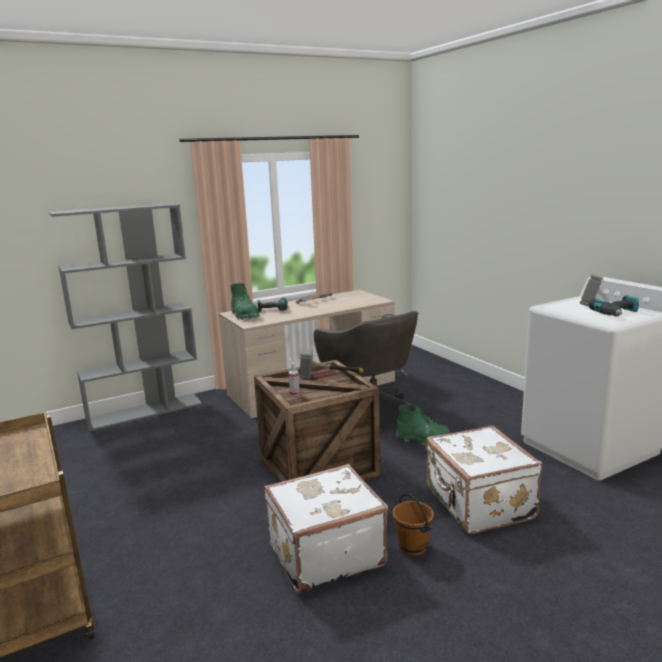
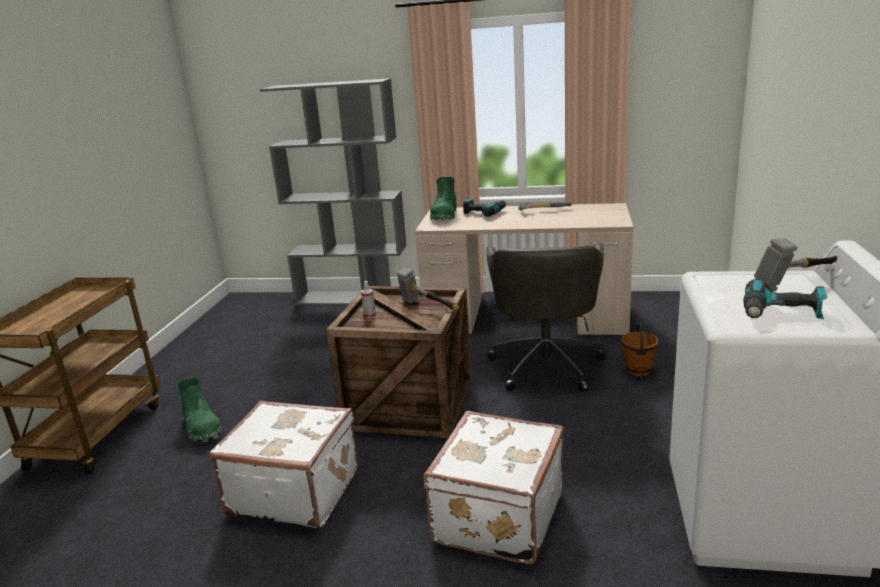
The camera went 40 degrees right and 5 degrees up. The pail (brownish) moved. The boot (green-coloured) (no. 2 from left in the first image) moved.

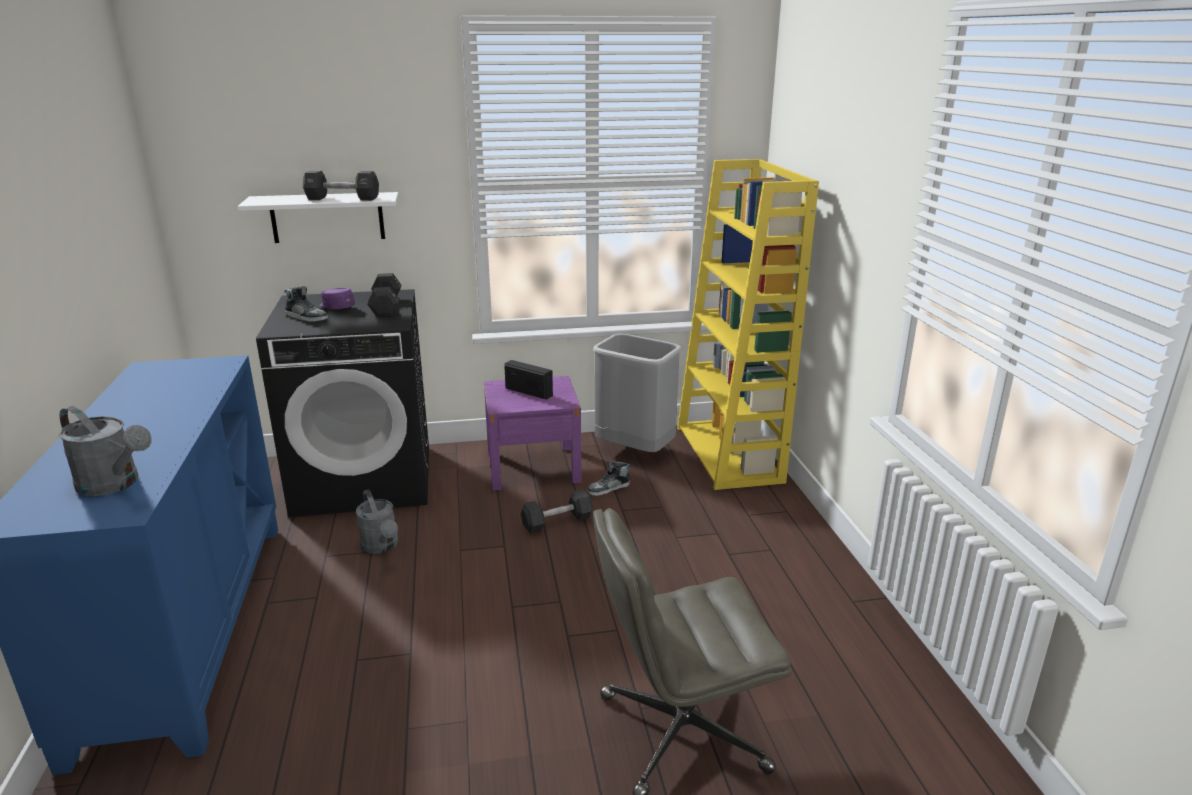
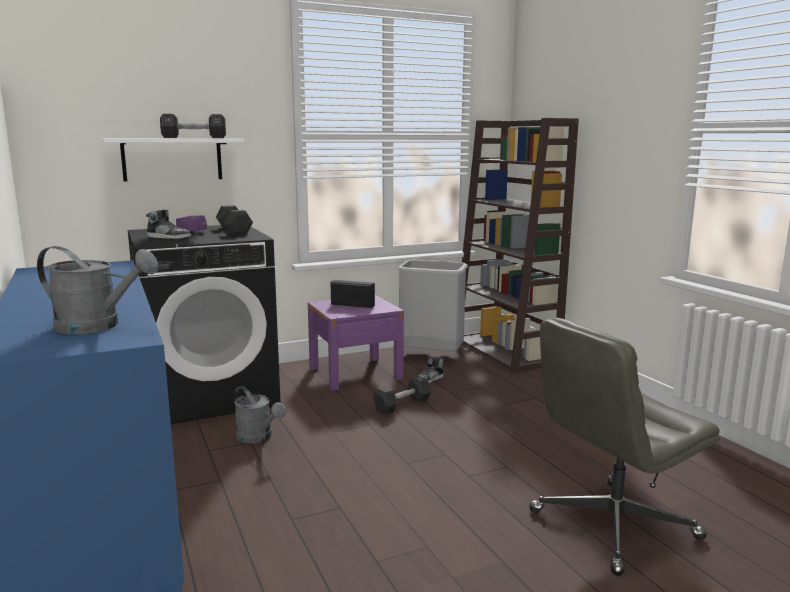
The camera went 15 degrees left and 10 degrees down. The bookcase (yellowish) became the bookcase (brownish).

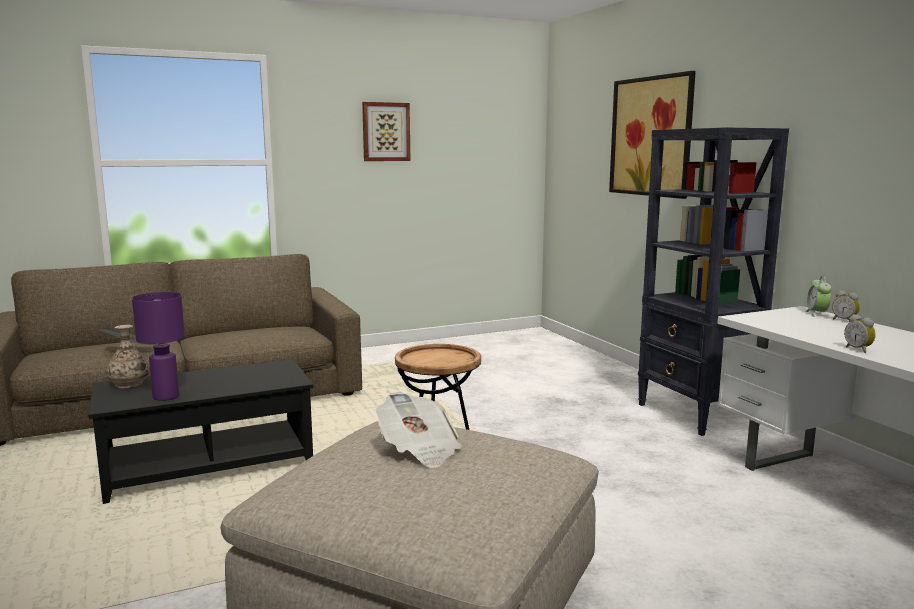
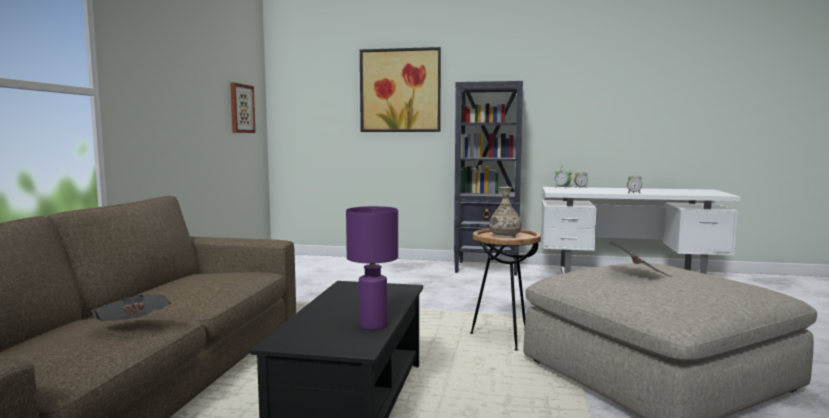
The camera went 55 degrees left and 5 degrees down. The vase moved. The picture (no. 1 from left) moved.

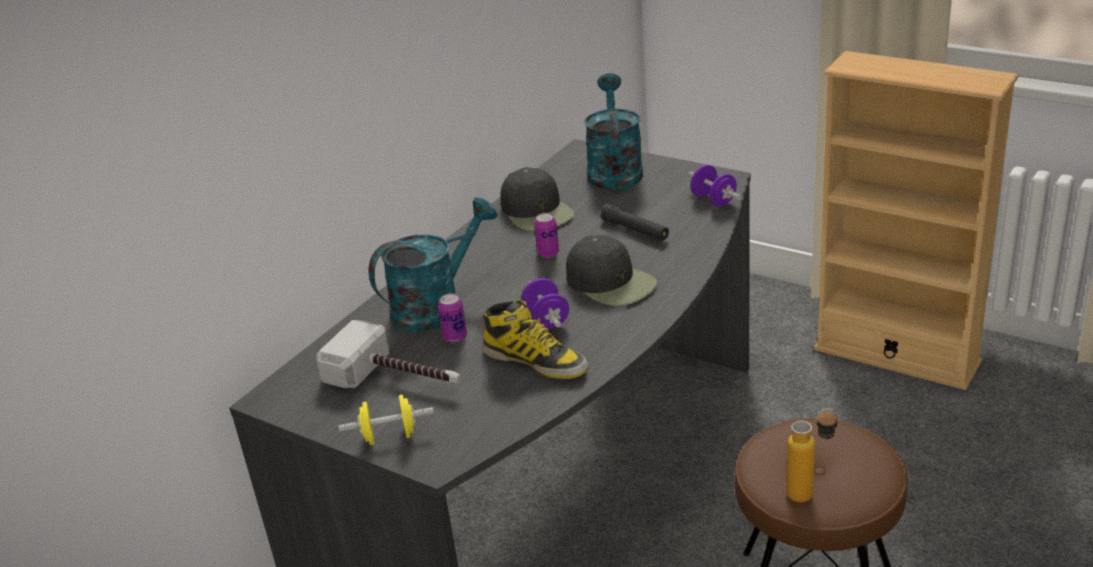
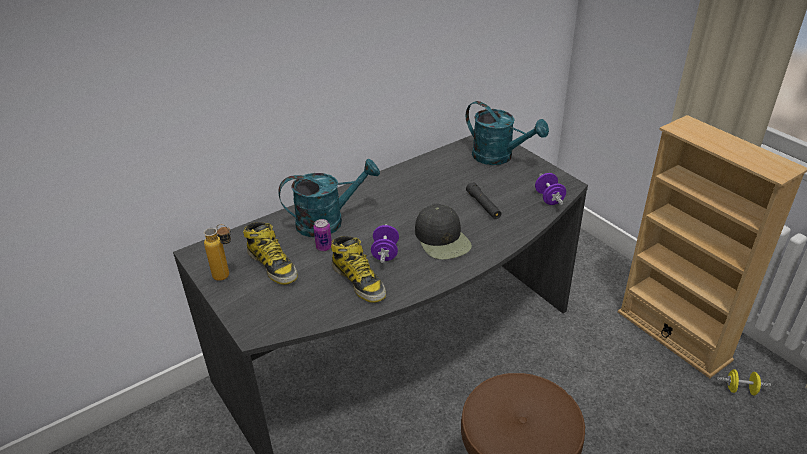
The camera went 20 degrees right and 5 degrees up. The baseball cap (black-coloured) (no. 1 from left) disappeared. The can (no. 2 from left) disappeared. The free weight (yellowish) moved. The drink bottle moved. The tool hammer was replaced by the boot (no. 1 from left). The watering pot (turquoise) (no. 2 from left) turned 105 degrees clockwise.

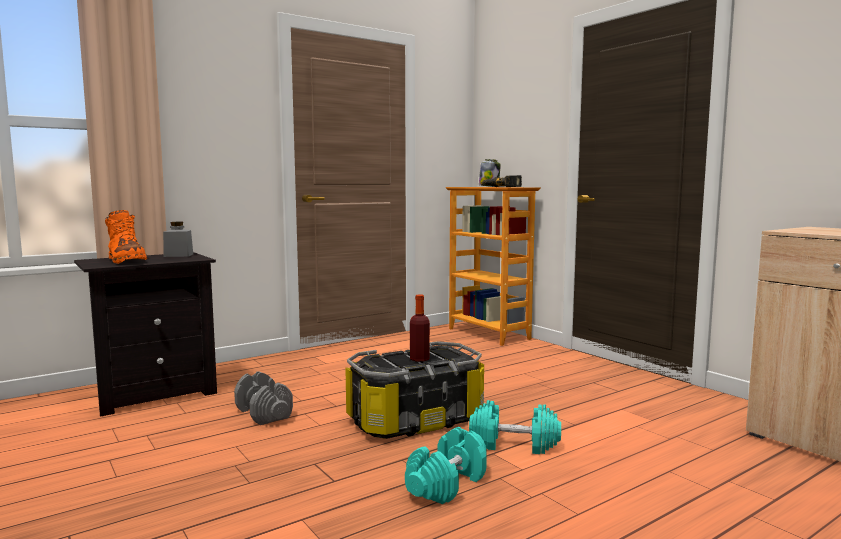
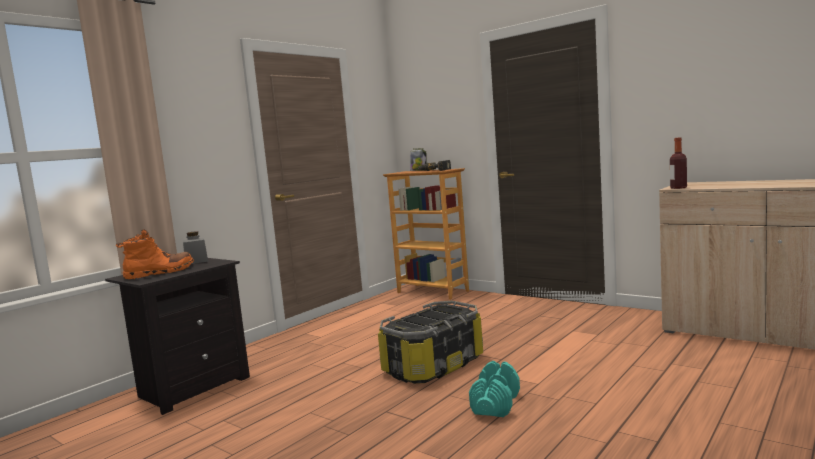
The camera went 15 degrees left and 0 degrees up. The free weight (greyish) disappeared. The free weight (turquoise) (no. 2 from left) disappeared. The drink bottle moved. The boot (orange-coloured) turned 75 degrees counterclockwise.

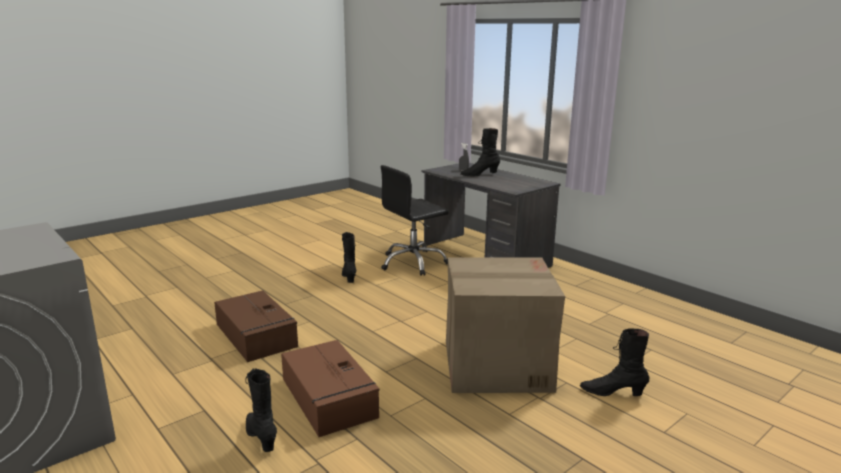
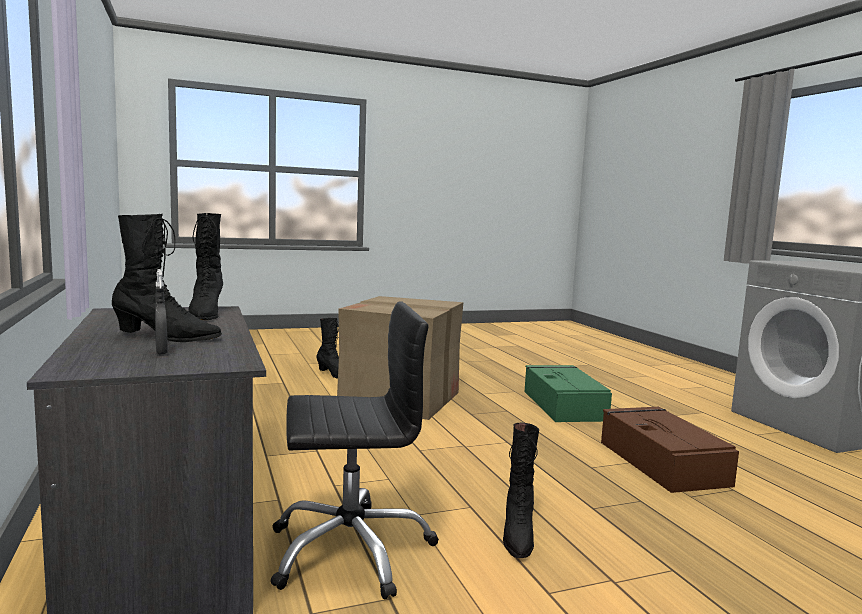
The camera went 160 degrees left and 10 degrees down. The boot (black-coloured) (no. 1 from left in the first image) moved. The storage container (brownish) (no. 2 from left) became the storage container (green-coloured).

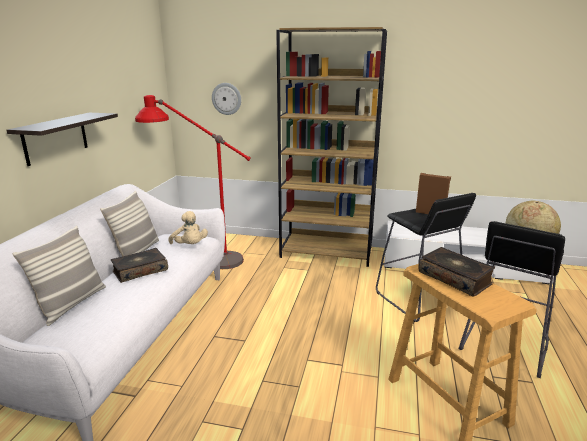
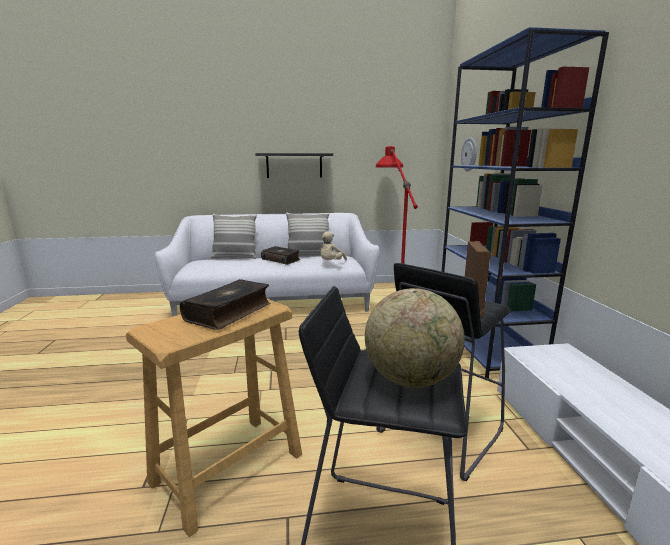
The camera went 70 degrees right and 5 degrees down. The bookcase (brownish) became the bookcase (blue).

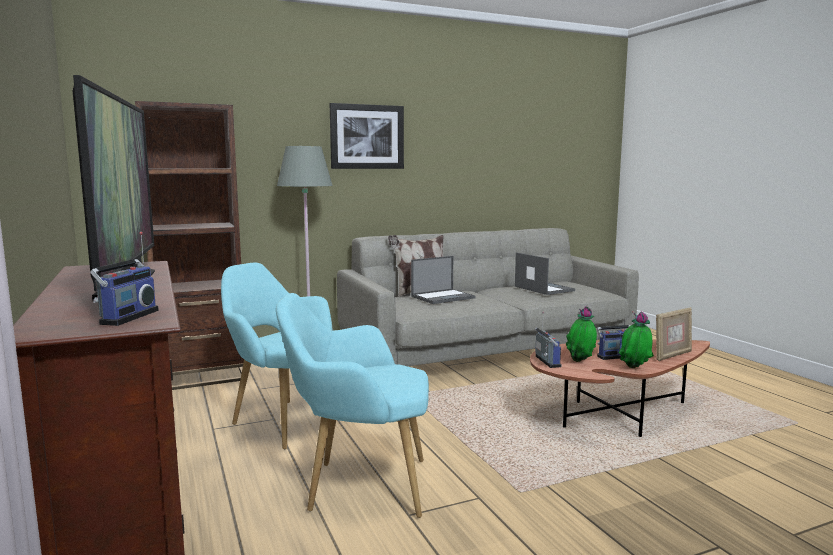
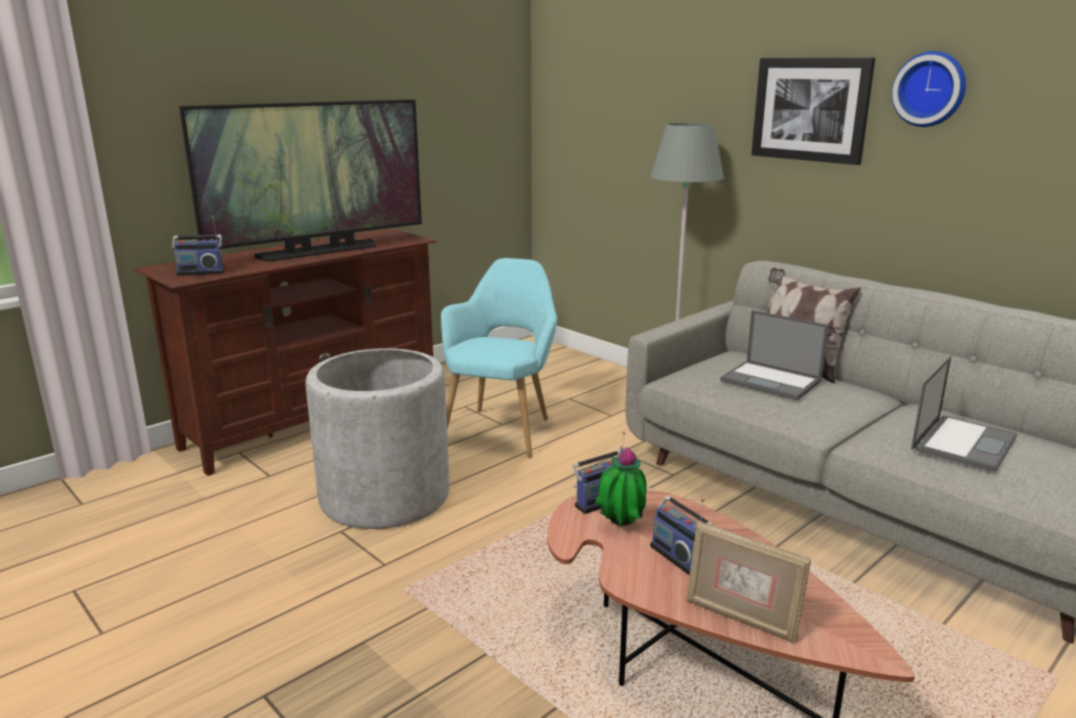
The camera went 70 degrees right and 10 degrees up. The bookcase (brownish) disappeared. The houseplant (no. 2 from left) disappeared. The hanging clock appeared. The easy chair (turquoise) (no. 2 from left) was replaced by the plant pot (greyish).

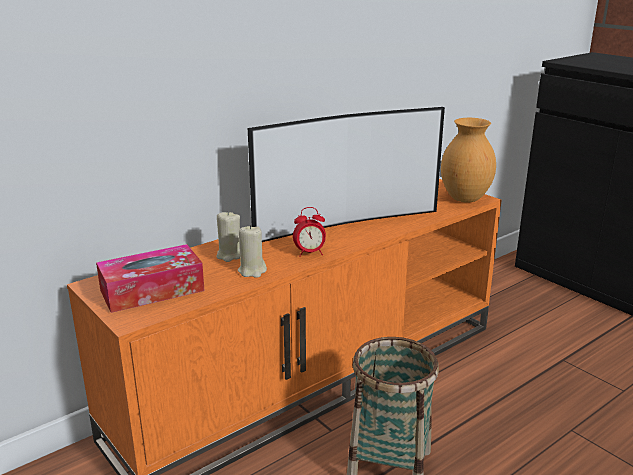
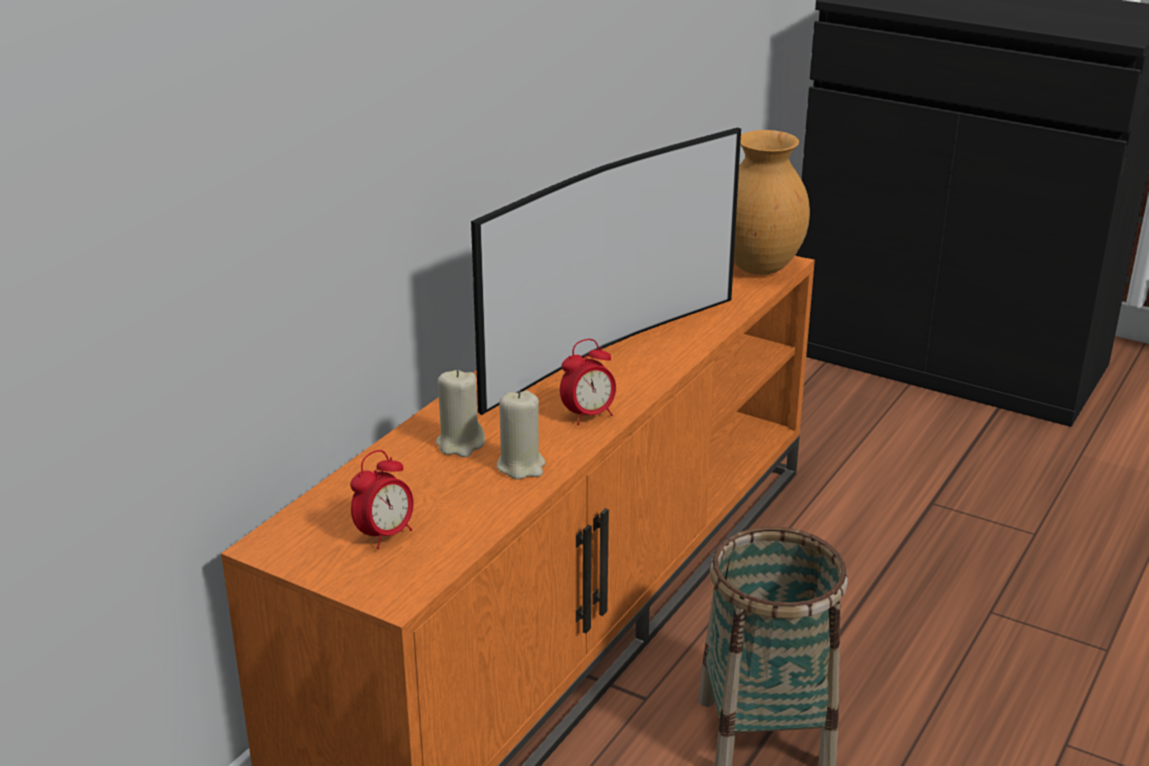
The camera went 20 degrees left and 5 degrees up. The tissue box was replaced by the bedside clock (no. 1 from left).

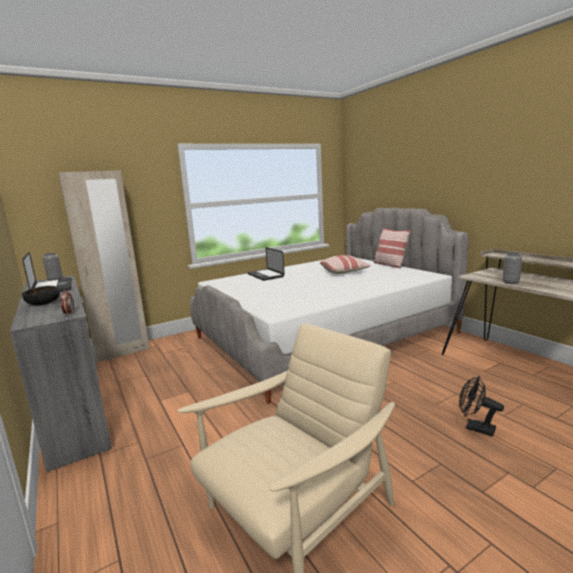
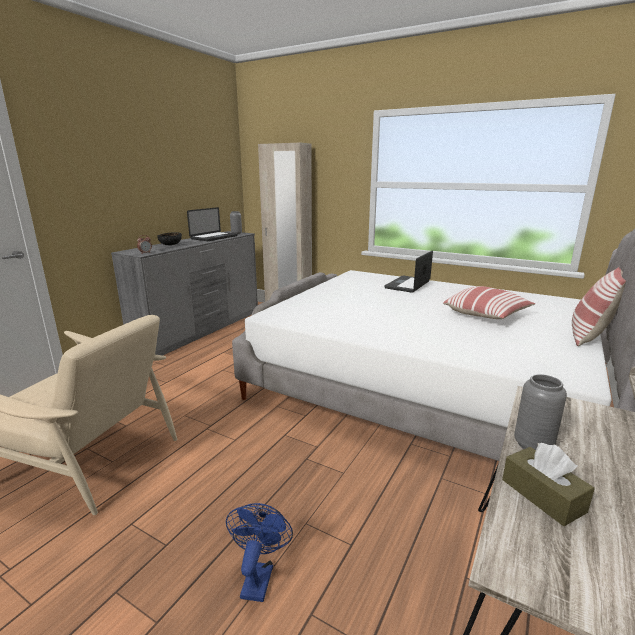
The camera went 60 degrees right and 5 degrees up. The tissue box (brownish) appeared. The electric fan (black-coloured) became the electric fan (blue).

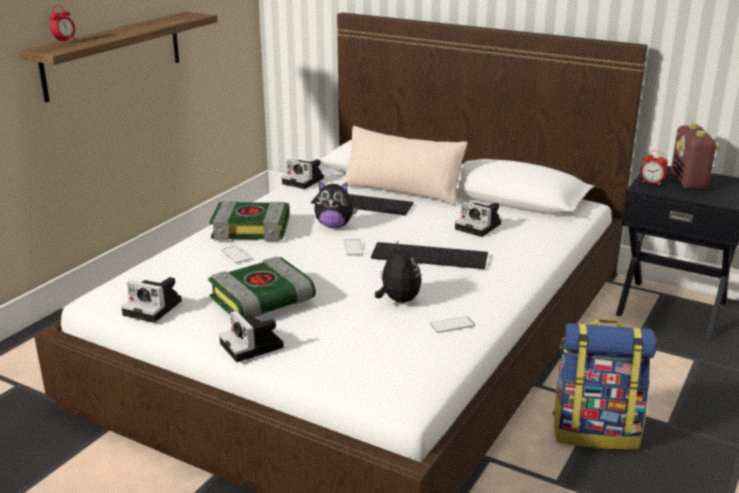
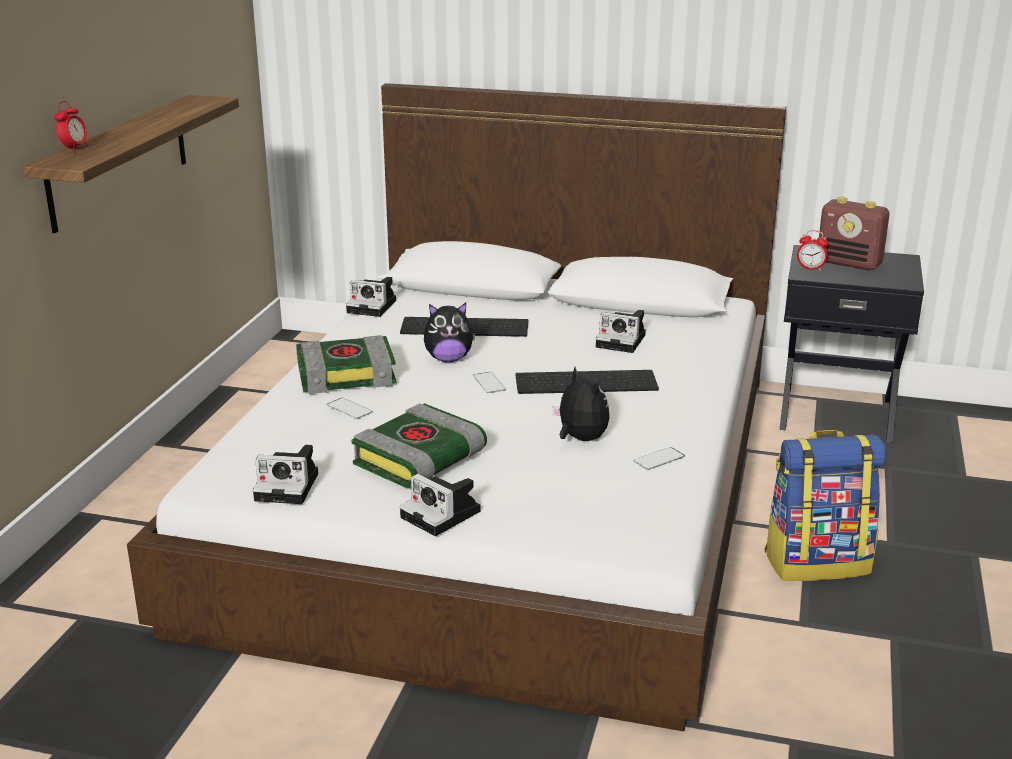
The camera went 15 degrees left and 0 degrees up. The cushion (beige-coloured) disappeared. The radio turned 45 degrees counterclockwise.

